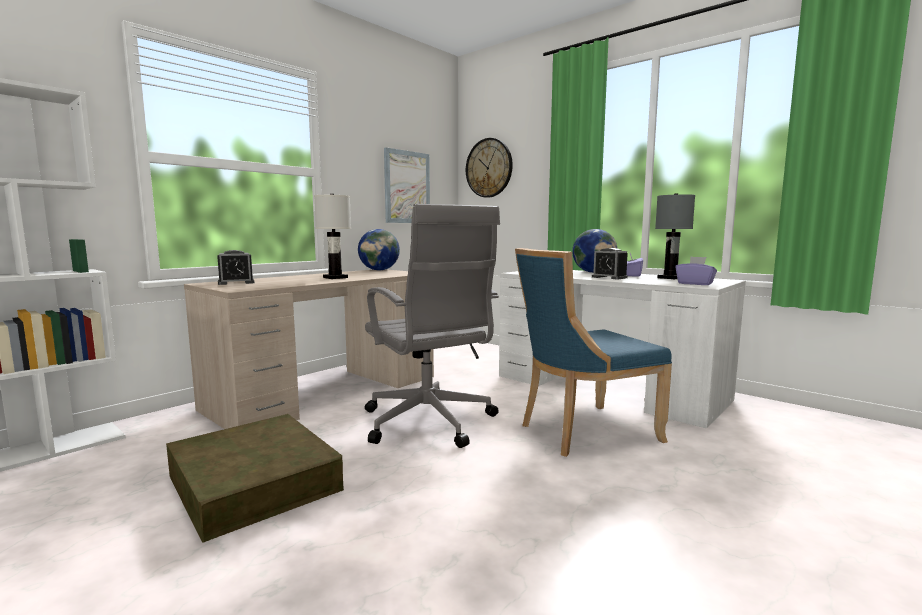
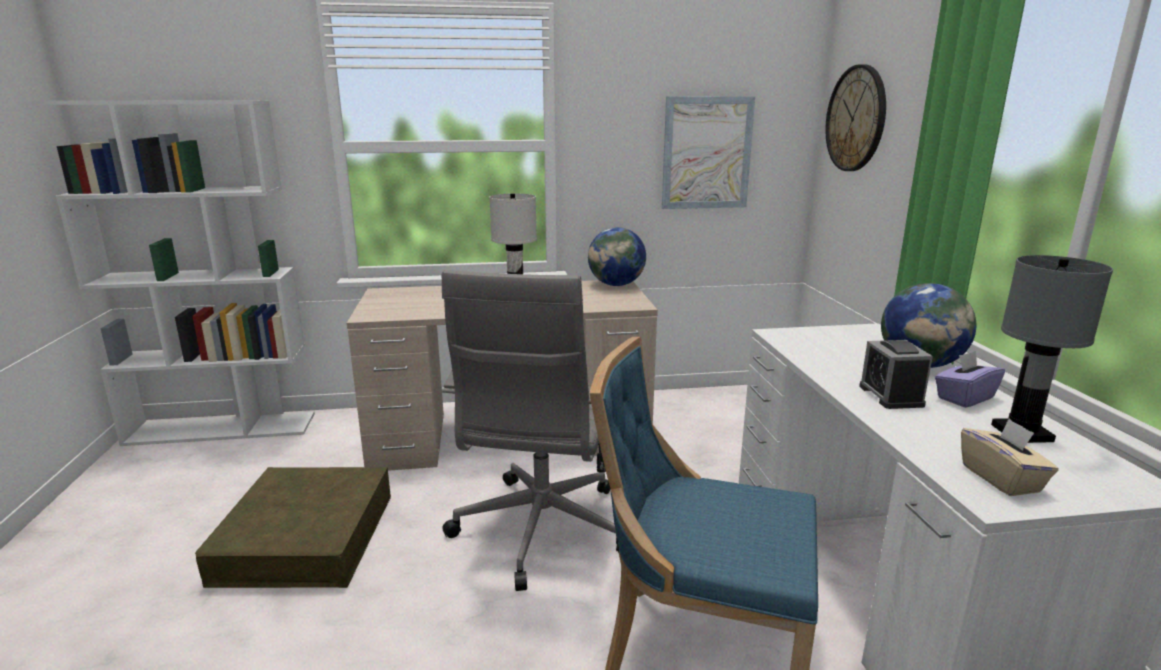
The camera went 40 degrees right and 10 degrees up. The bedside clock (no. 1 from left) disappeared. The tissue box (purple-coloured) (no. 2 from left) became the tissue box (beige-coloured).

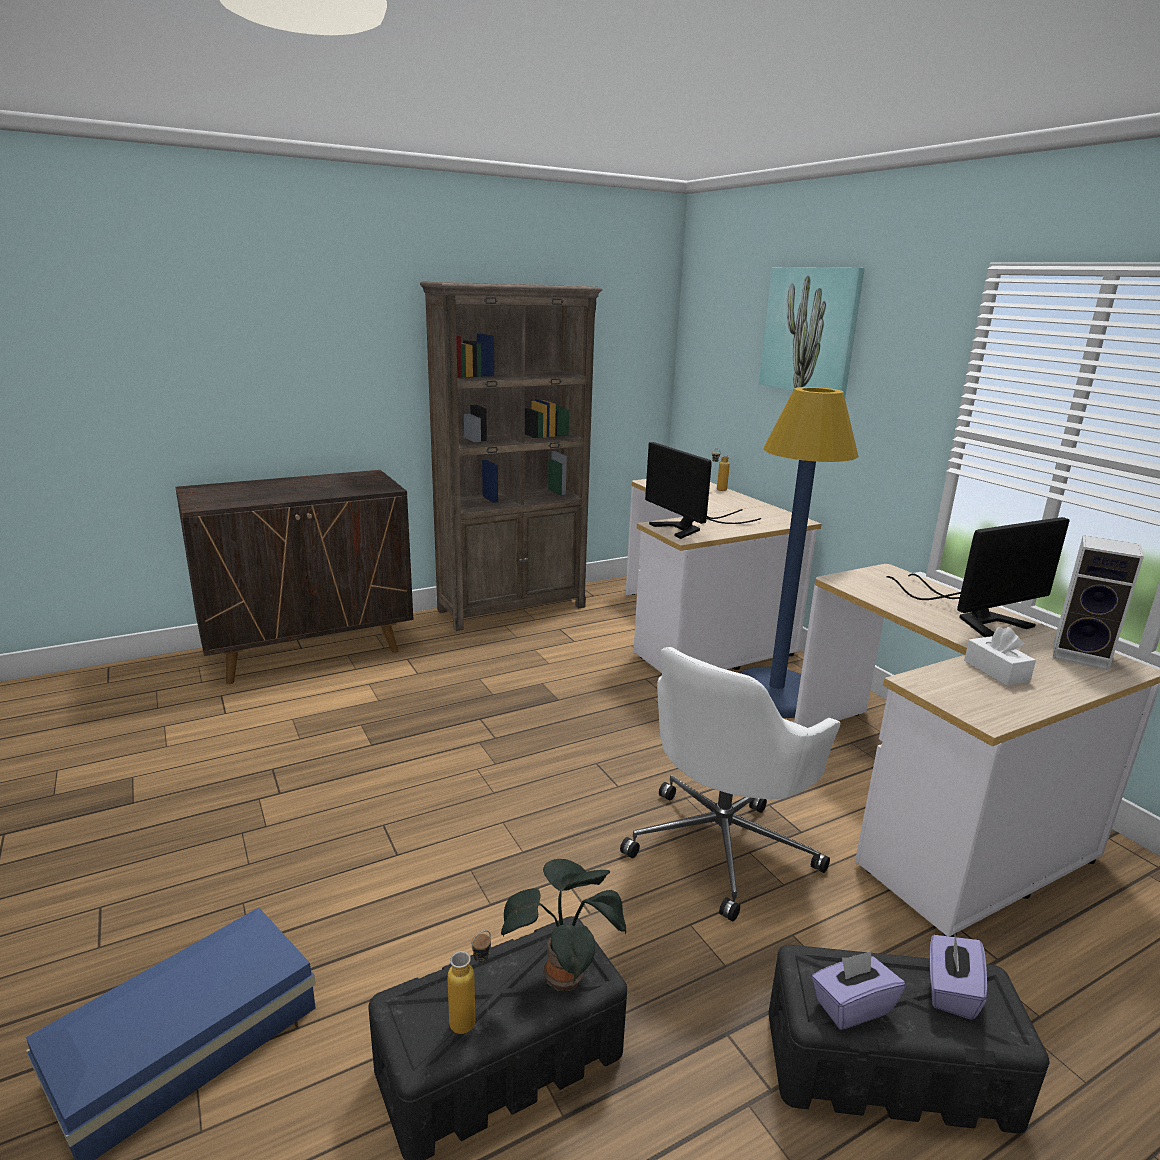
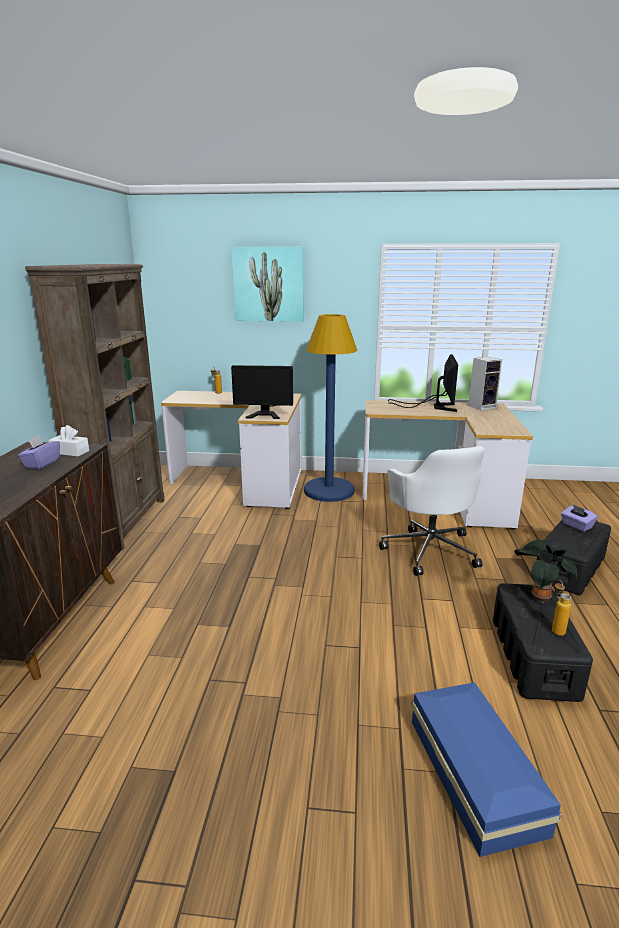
The camera went 55 degrees left and 0 degrees up. The tissue box (purple-coloured) (no. 1 from left) moved. The tissue box (white) moved.

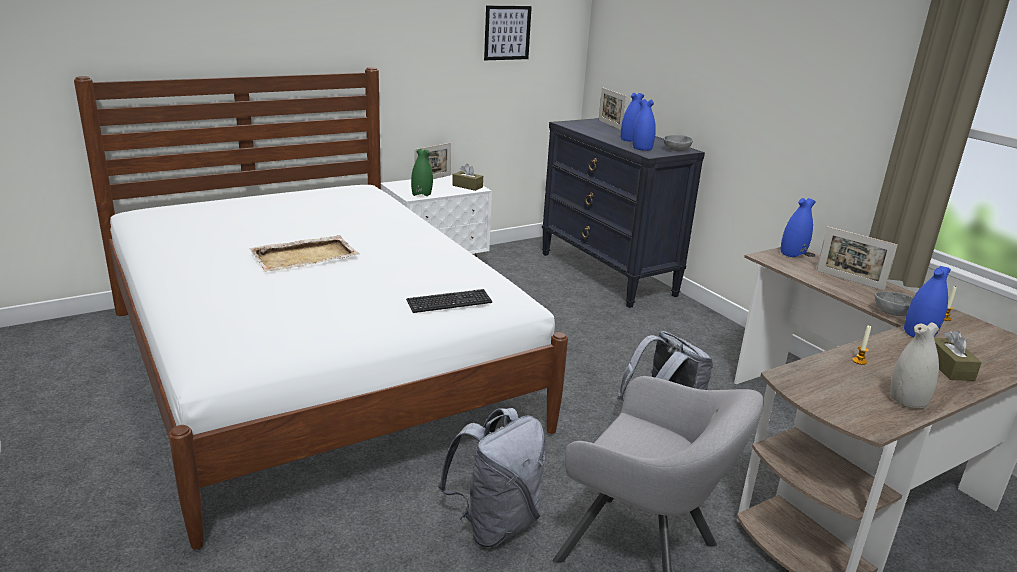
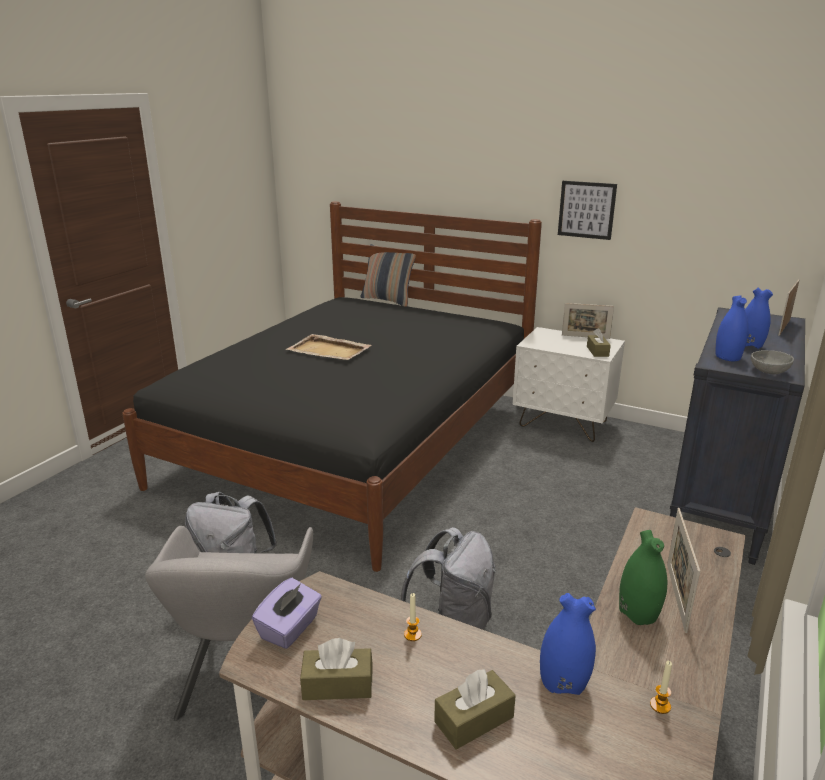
The camera went 60 degrees right and 0 degrees up. The PC keyboard disappeared. The vase (blue) (no. 3 from left) disappeared. The deep dish (greyish) (no. 2 from left) disappeared. The tissue box (purple-coloured) appeared. The cushion appeared. The vase (green-coloured) moved. The picture moved. The vase (white) was replaced by the tissue box (brownish) (no. 1 from left). The sleeping bed (white) became the sleeping bed (black-coloured).

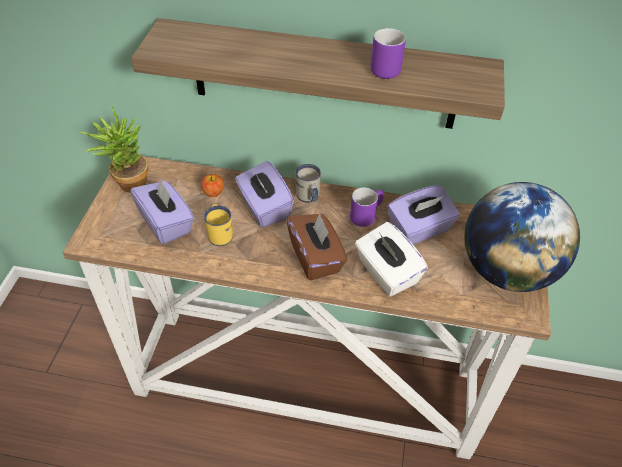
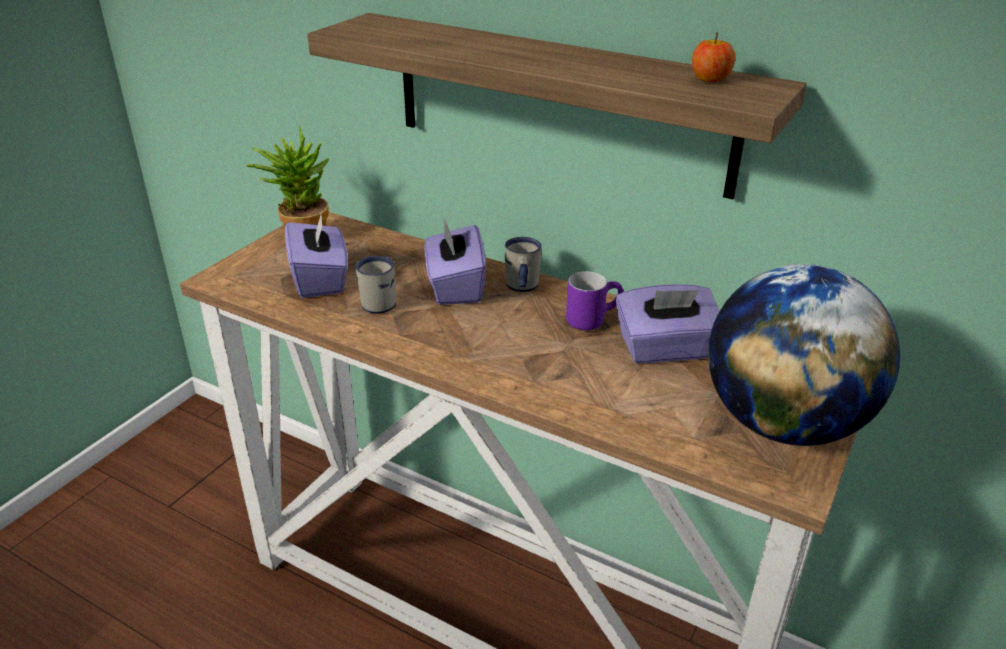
The camera went 20 degrees right and 15 degrees down. The tissue box (brownish) disappeared. The tissue box (white) disappeared. The mug (purple-coloured) (no. 2 from left) disappeared. The apple moved. The mug (yellowish) became the mug (white) (no. 1 from left).

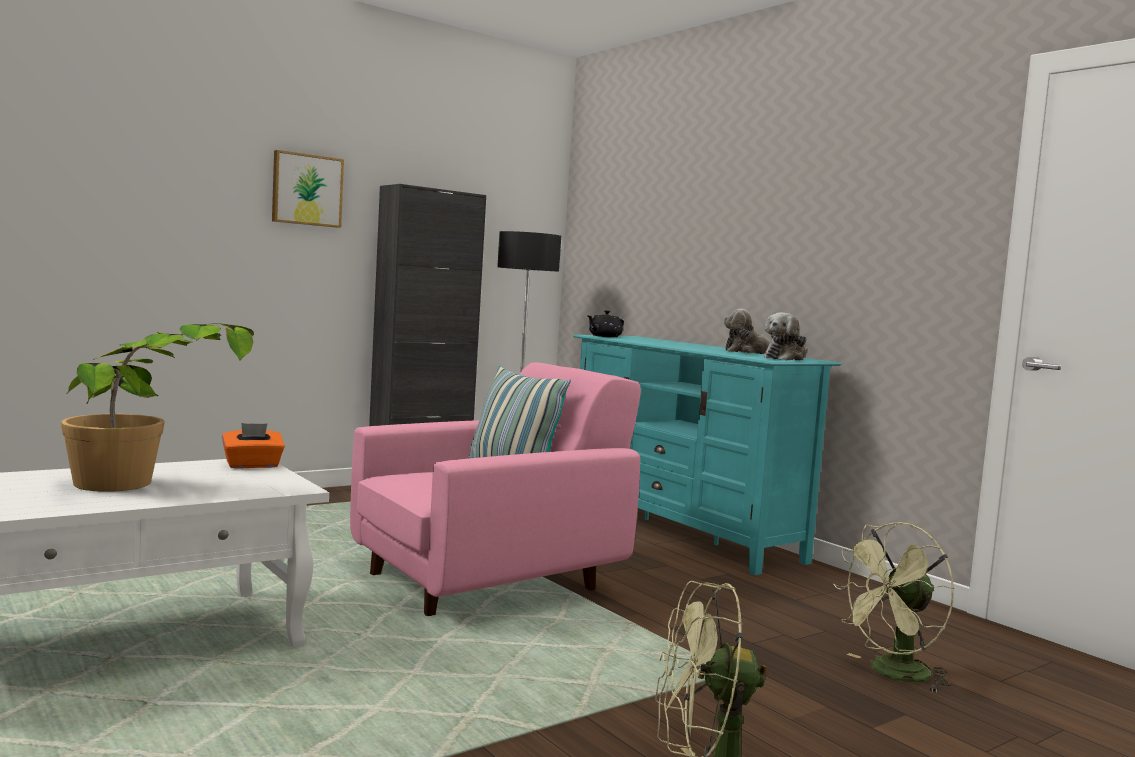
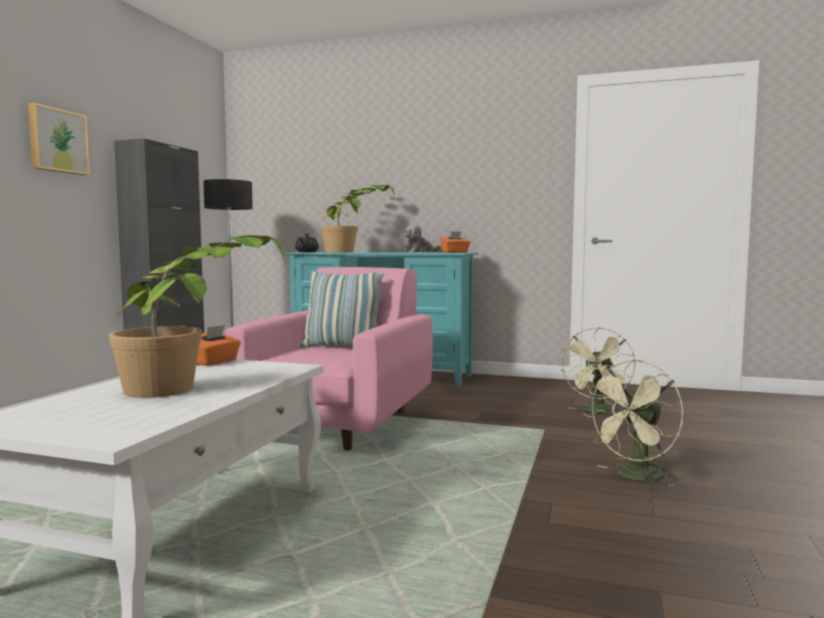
The camera went 35 degrees left and 0 degrees up. The houseplant (no. 2 from left) appeared. The plush toy (no. 2 from left) was replaced by the tissue box (orange-coloured) (no. 2 from left).

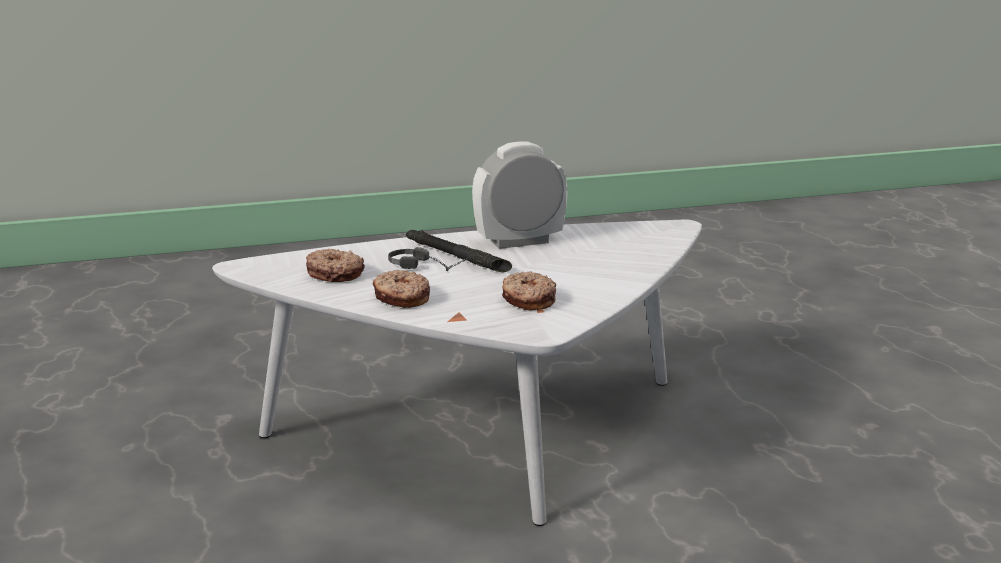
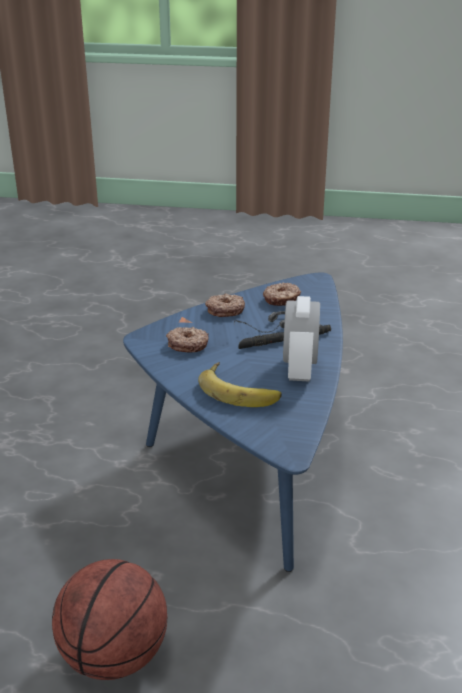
The camera went 115 degrees right and 10 degrees up. The basketball appeared. The whole banana appeared. The lounge table (white) became the lounge table (blue).

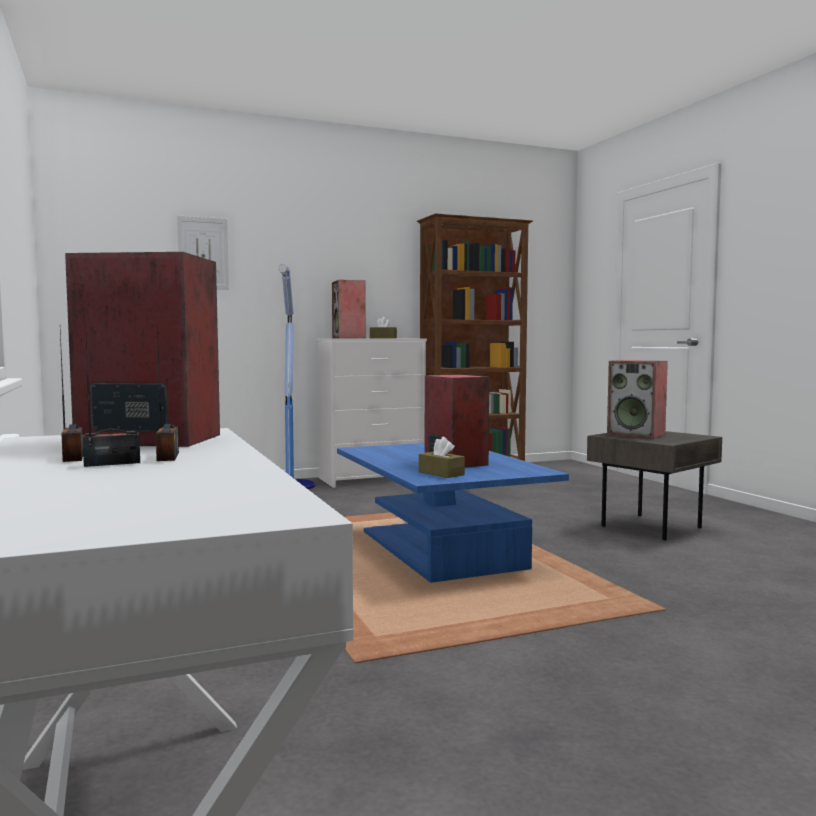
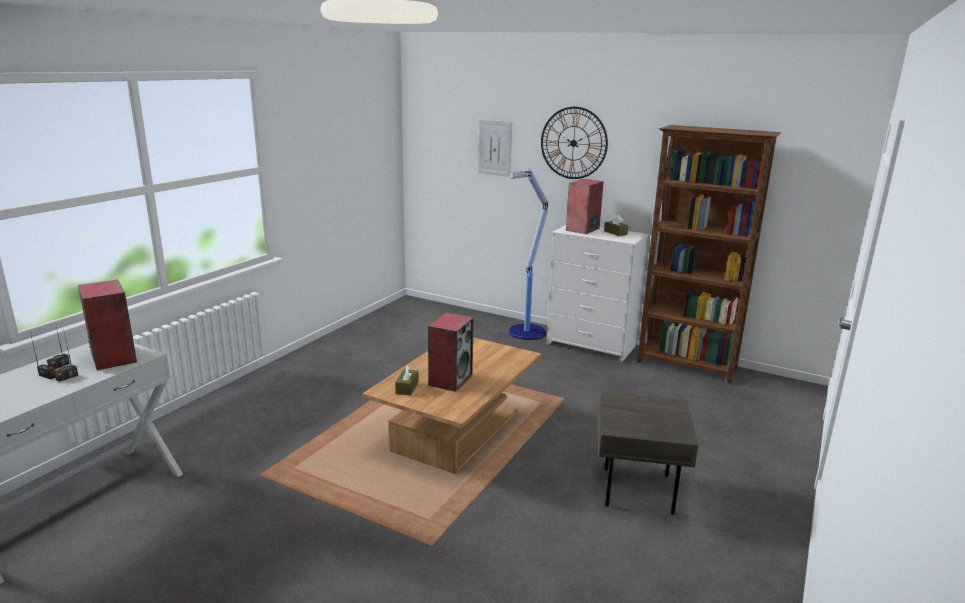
The camera went 50 degrees right and 15 degrees up. The loudspeaker (no. 4 from left) disappeared. The hanging clock appeared. The lounge table (blue) became the lounge table (brownish).

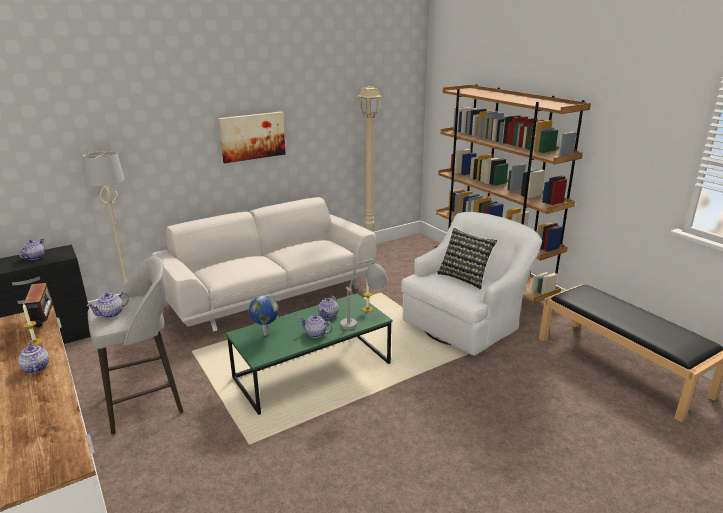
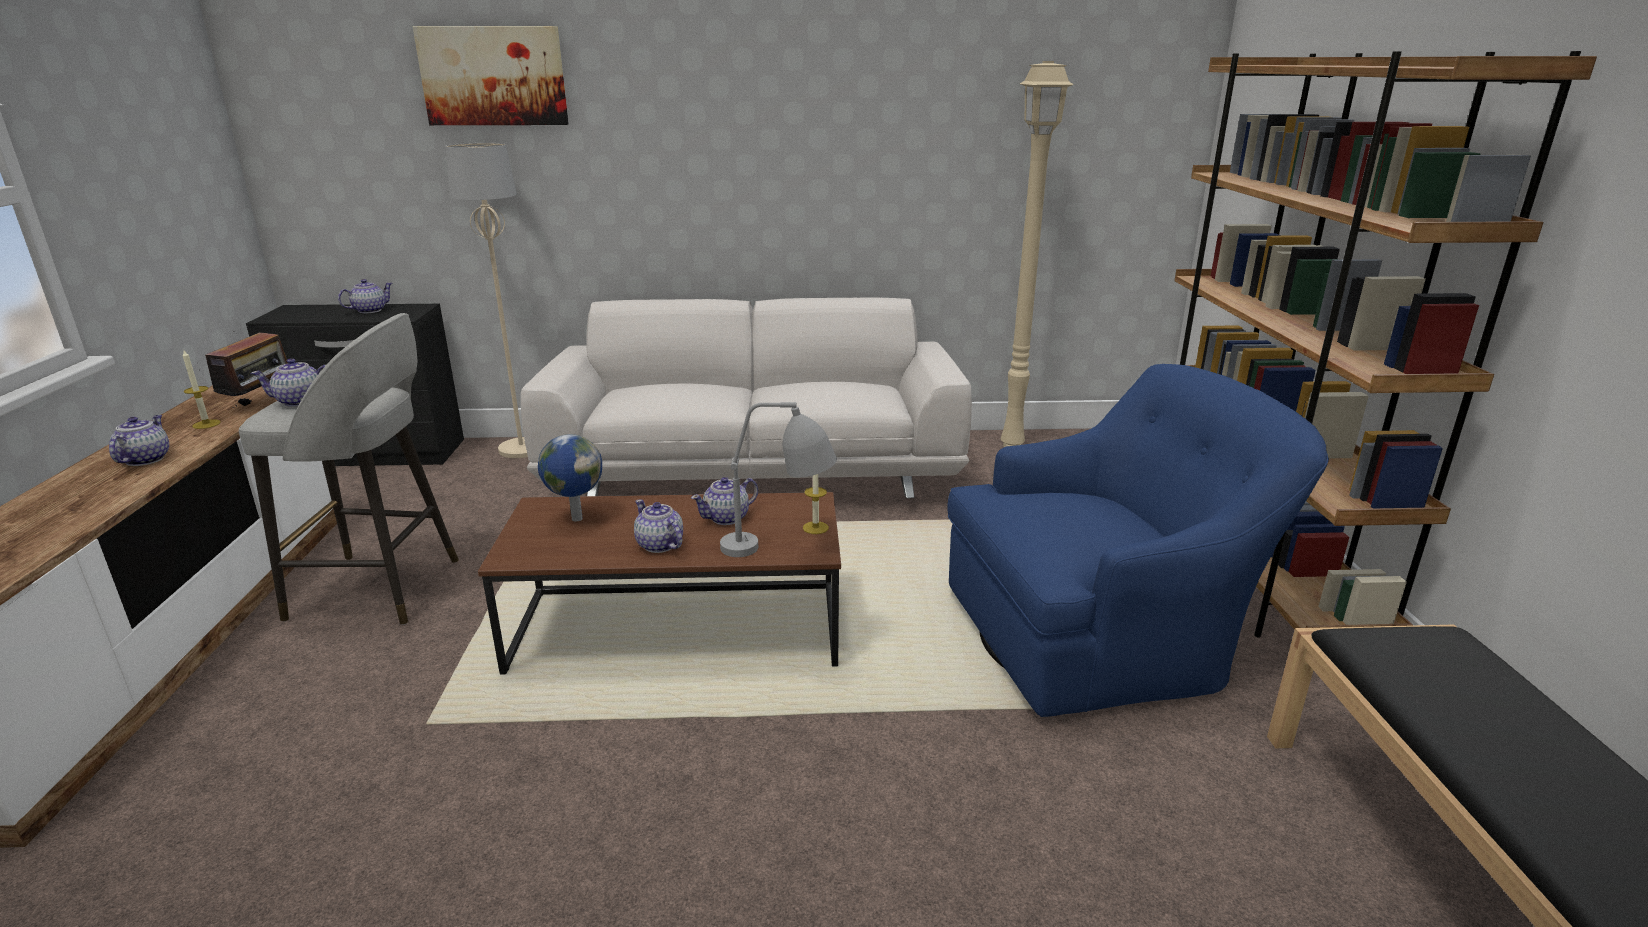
The camera went 30 degrees right and 0 degrees up. The cushion disappeared. The picture moved. The lounge table (green-coloured) became the lounge table (brownish). The easy chair (white) became the easy chair (blue).

